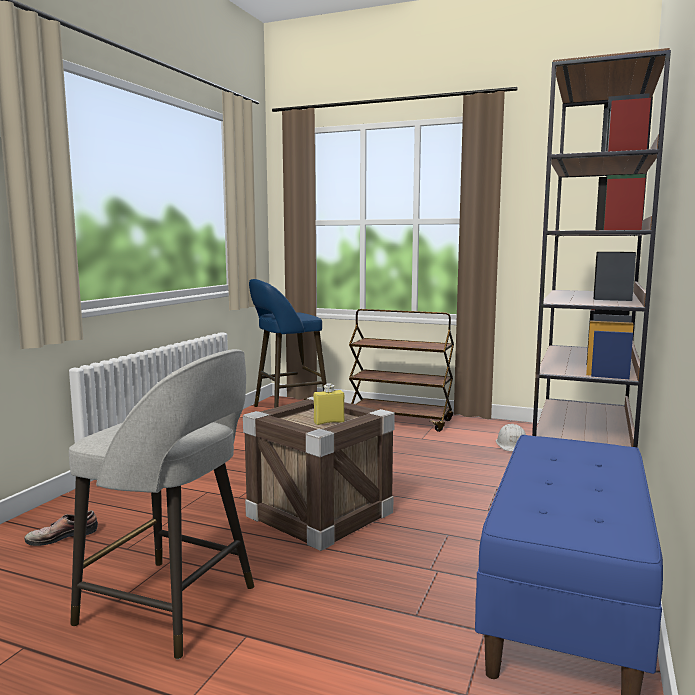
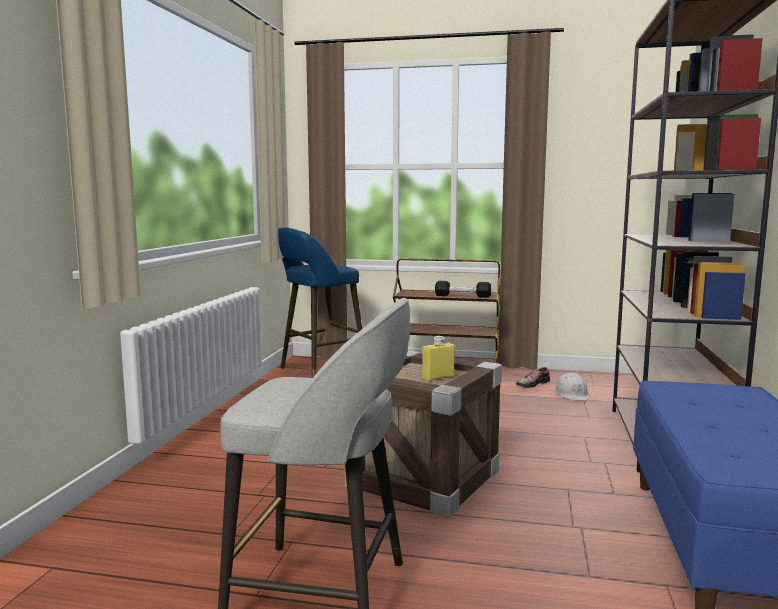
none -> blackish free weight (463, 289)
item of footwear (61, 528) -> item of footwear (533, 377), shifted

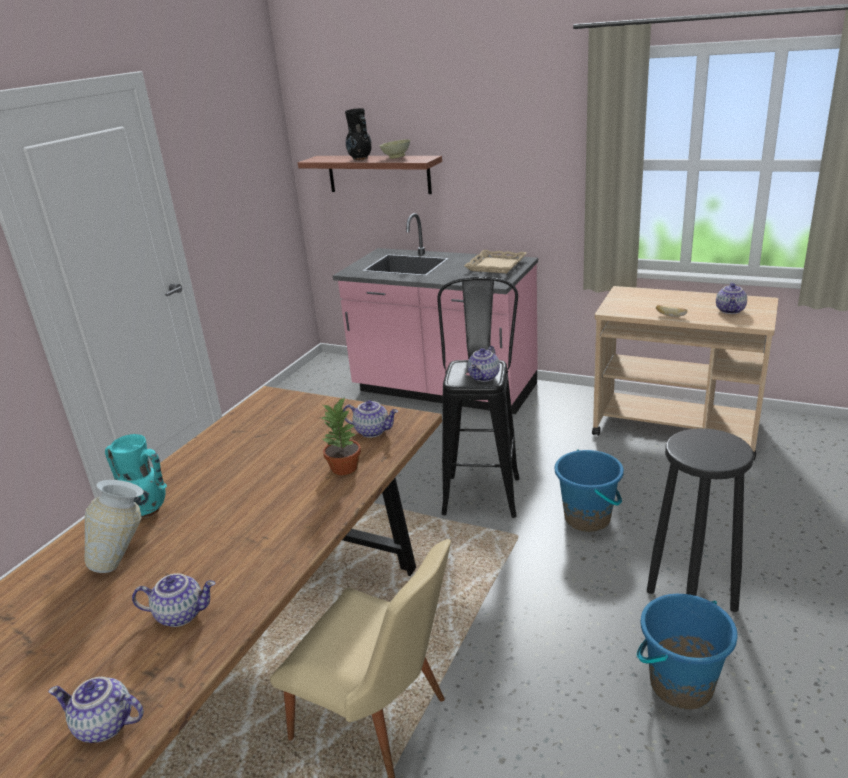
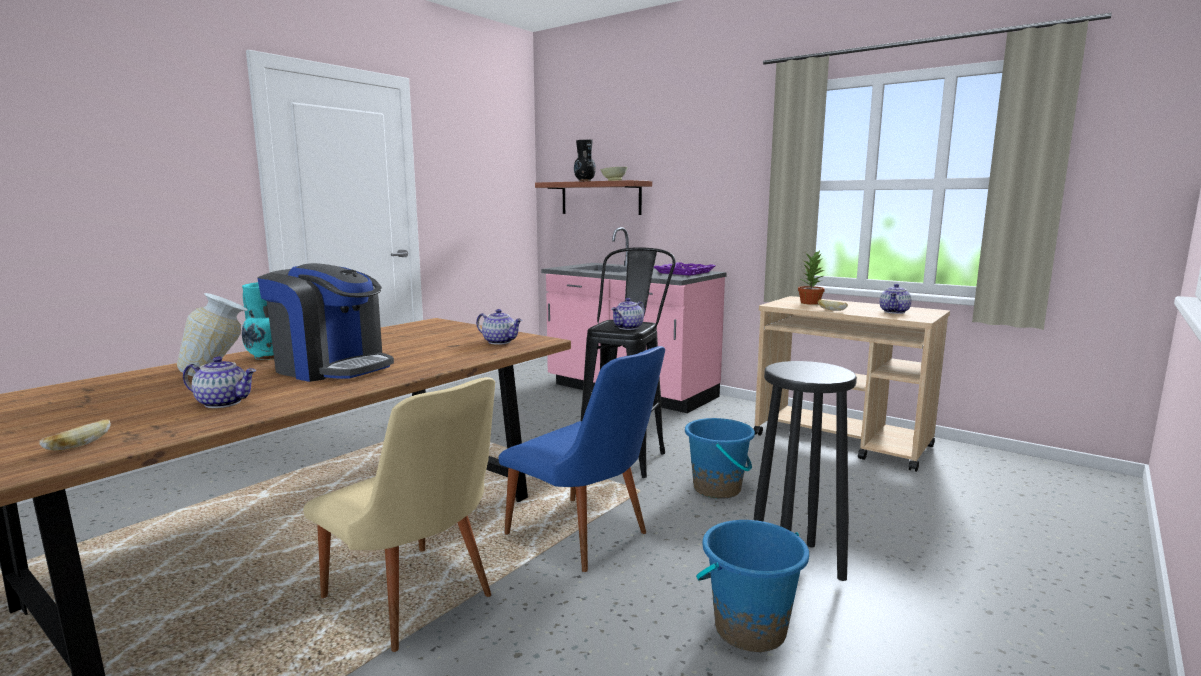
teapot (96, 710) -> bread (75, 434)
none -> coffee machine (325, 322)
none -> bluish plain chair (581, 459)
beige serving tray (495, 261) -> purplish serving tray (684, 268)
plant in a pot (341, 436) -> plant in a pot (811, 278), shifted

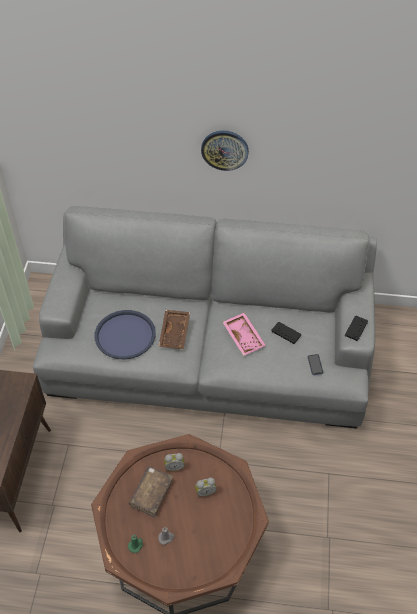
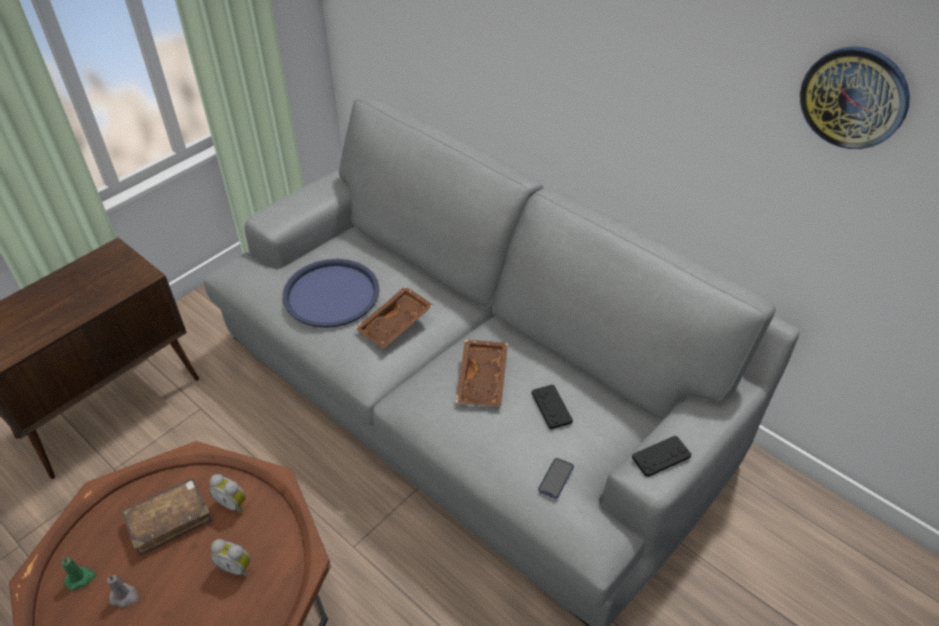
pink-coloured serving tray (244, 334) -> brownish serving tray (482, 373)
wall clock (225, 151) -> wall clock (855, 97), shifted

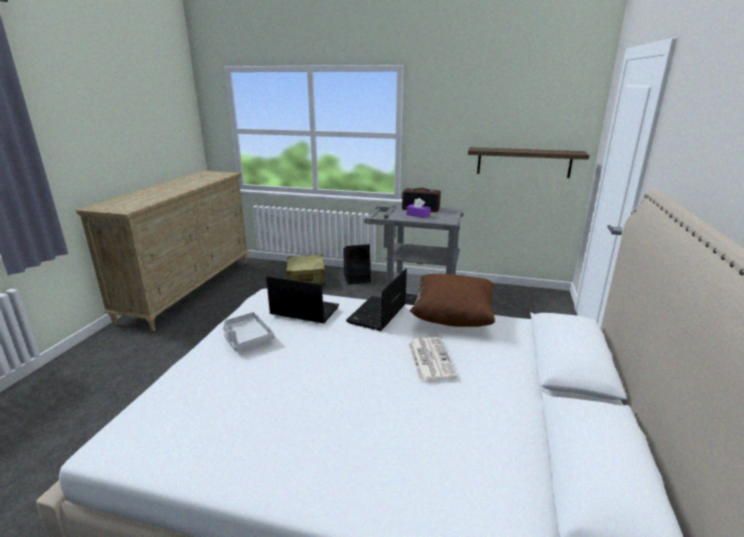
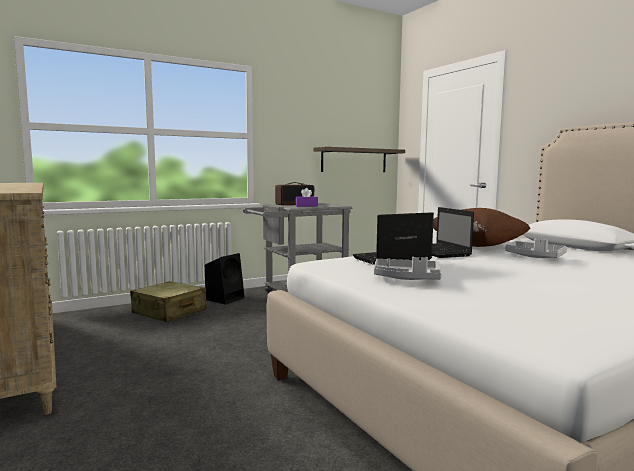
newspaper (432, 359) -> grey serving tray (536, 248)

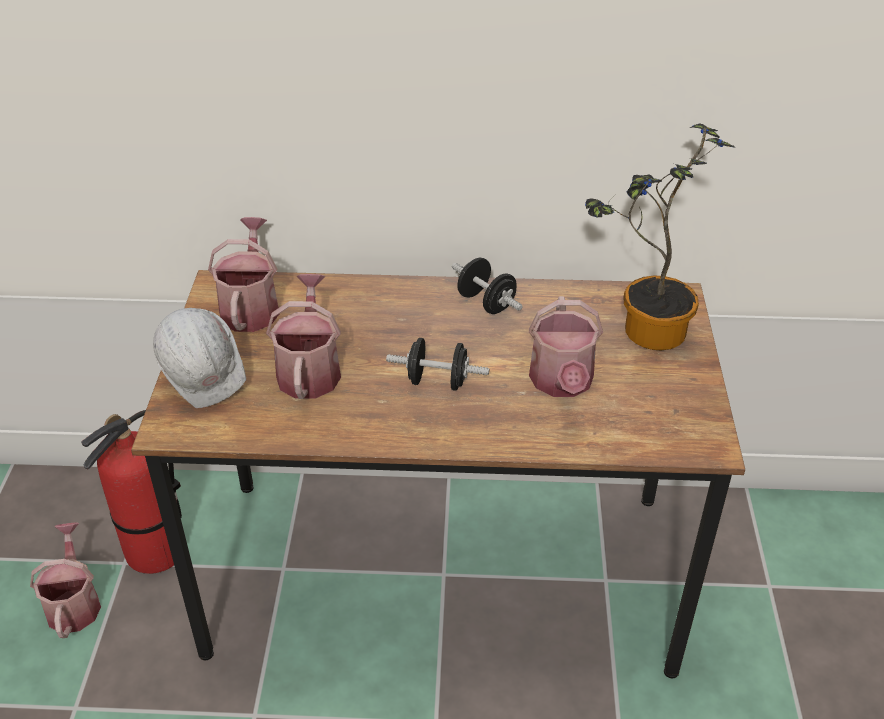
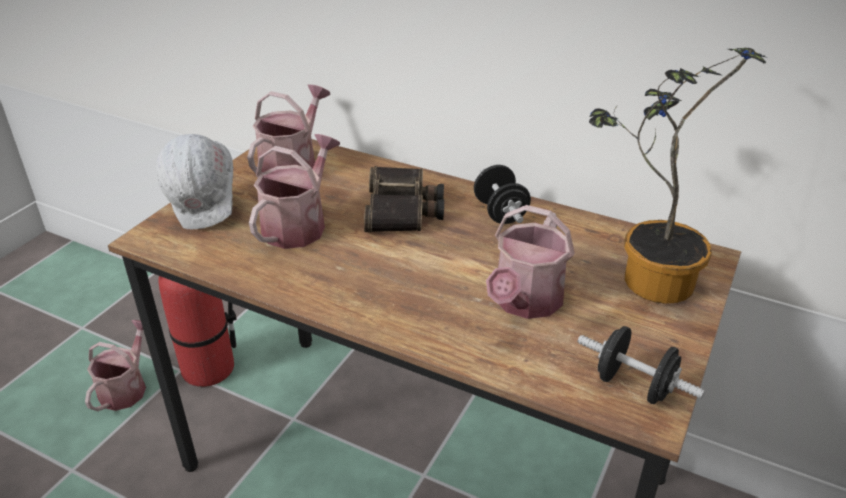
none -> field glasses (404, 199)
blackish free weight (437, 364) -> blackish free weight (641, 365), shifted

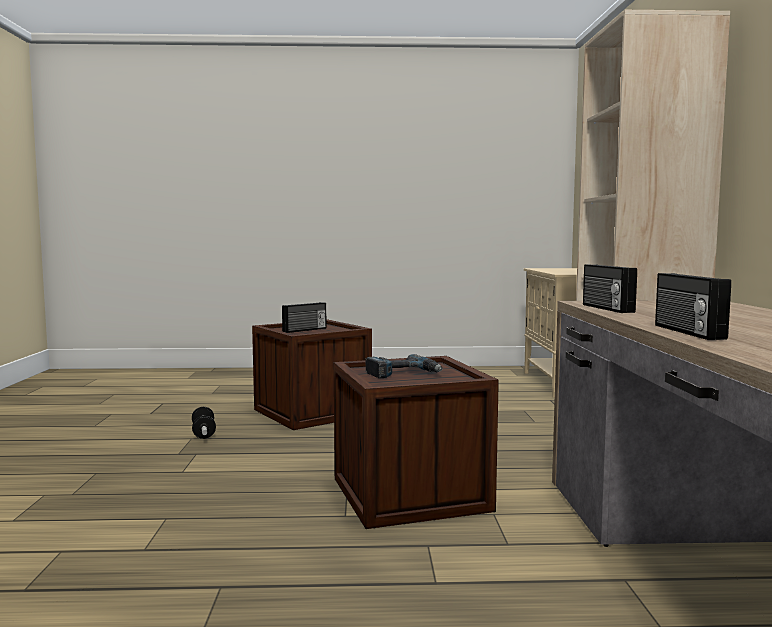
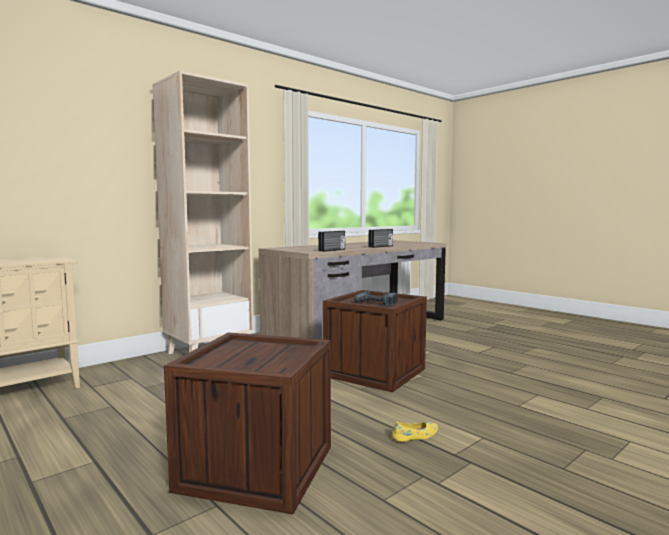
none -> yellow item of footwear (415, 431)
free weight (204, 423) -> none
radio set (304, 317) -> none

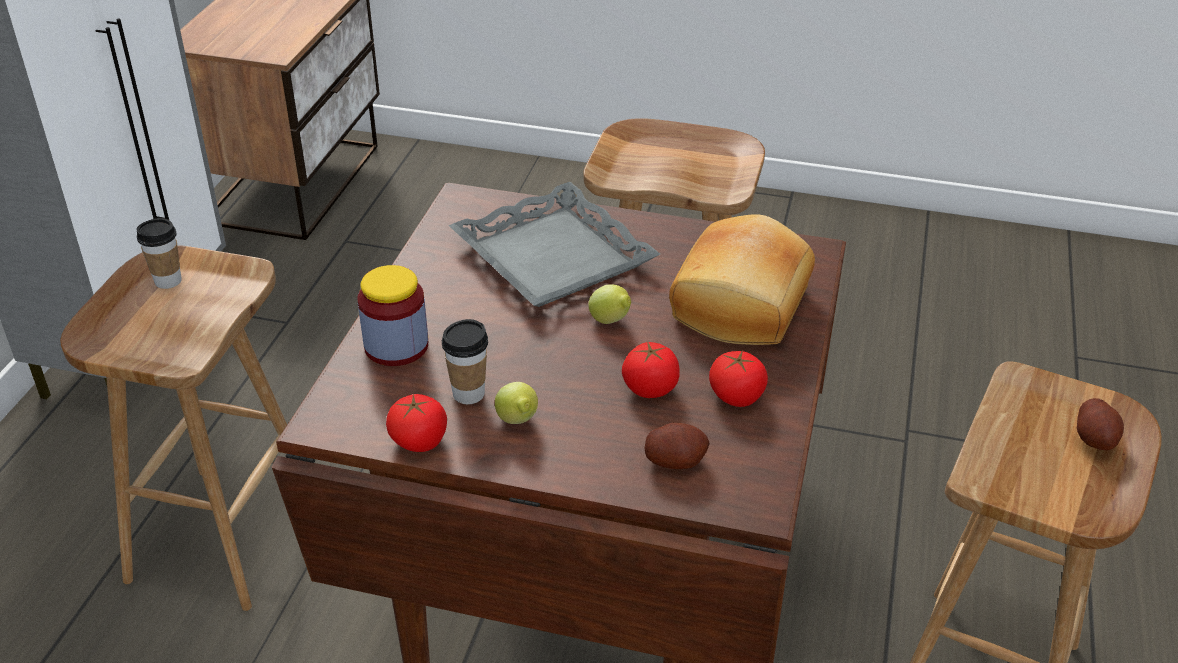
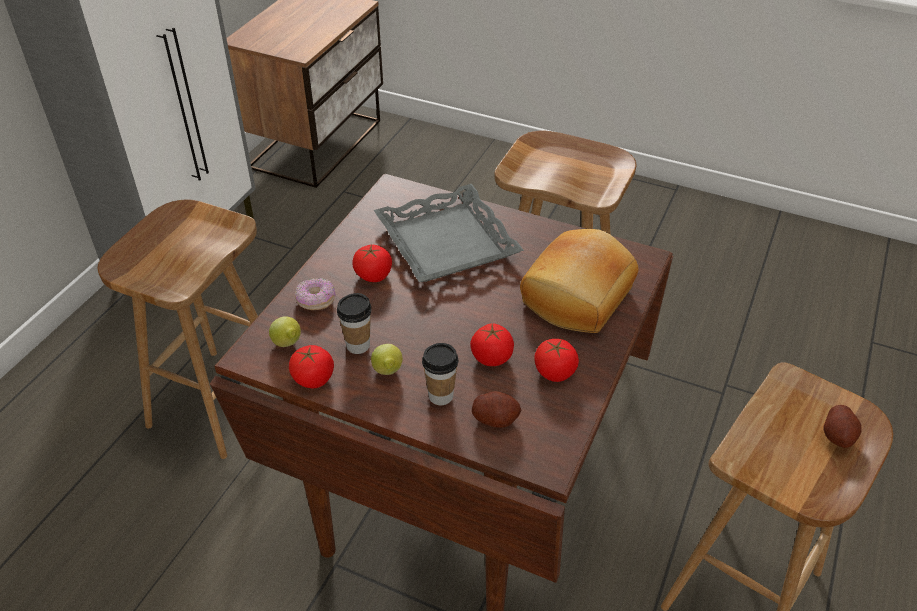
lemon (610, 304) -> lemon (285, 331), shifted
preserve jar (392, 315) -> doughnut (315, 294)
none -> tomato (372, 263)
small cup (159, 253) -> small cup (440, 374), shifted

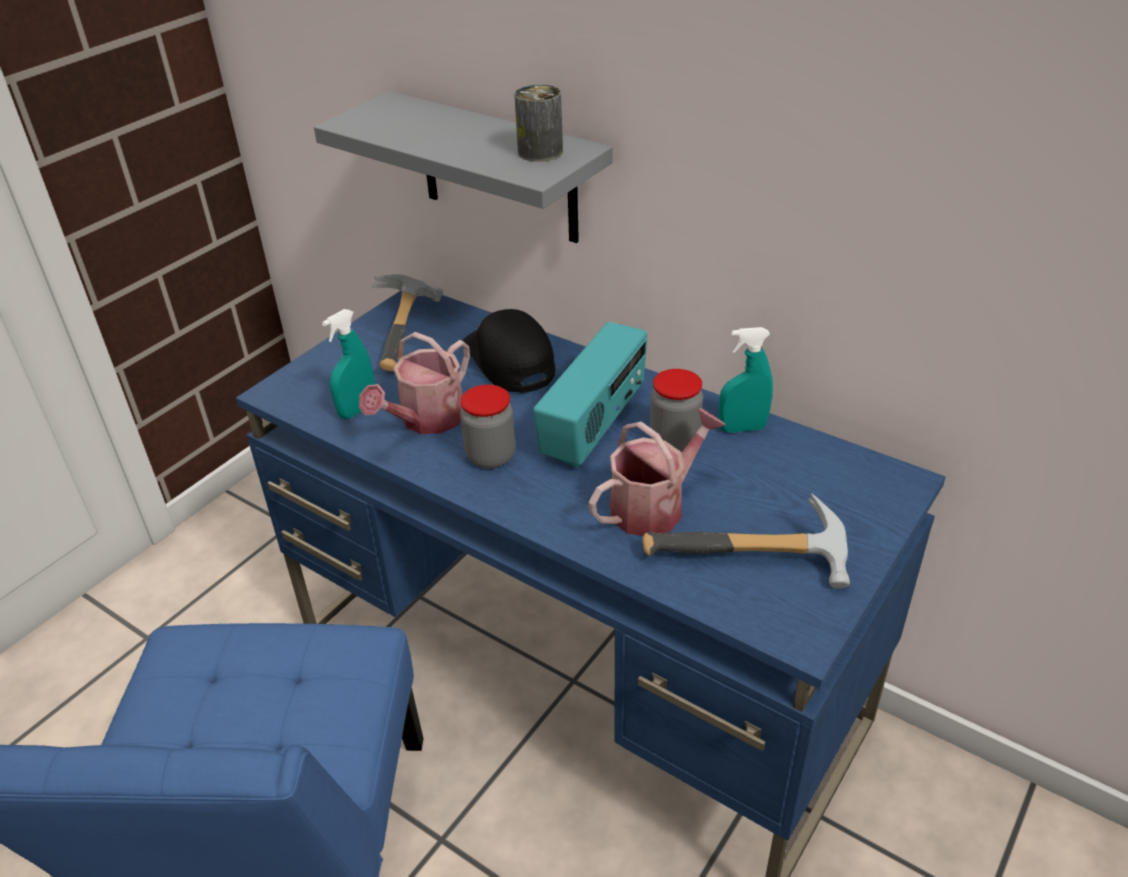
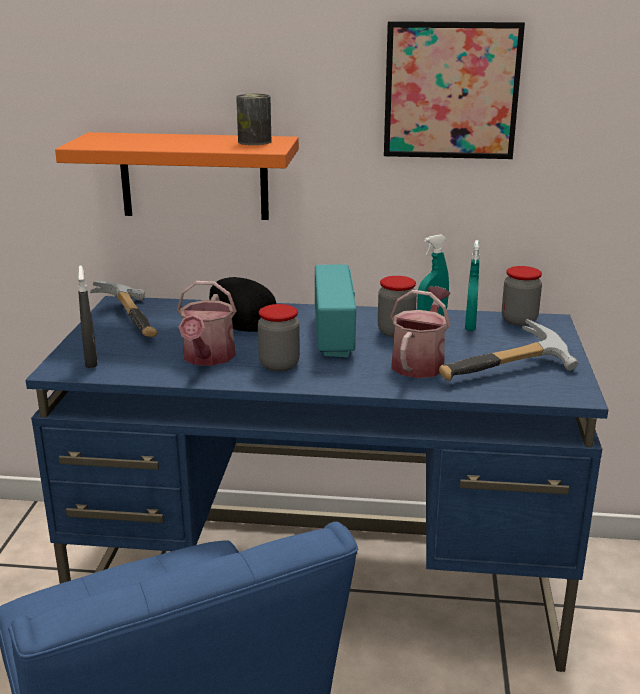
grey shelf (463, 167) -> orangey shelf (177, 176)
none -> grey sprayer (87, 317)
none -> wall art (454, 90)
blue-green sprayer (348, 364) -> blue-green sprayer (472, 285), shifted
none -> preserve jar (522, 296)

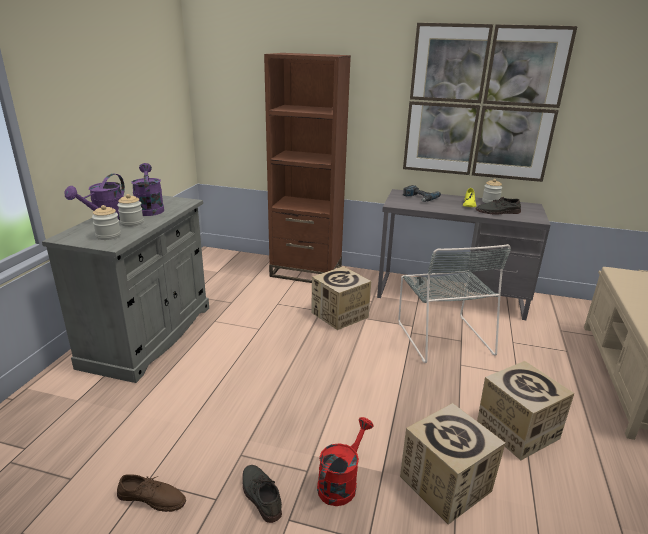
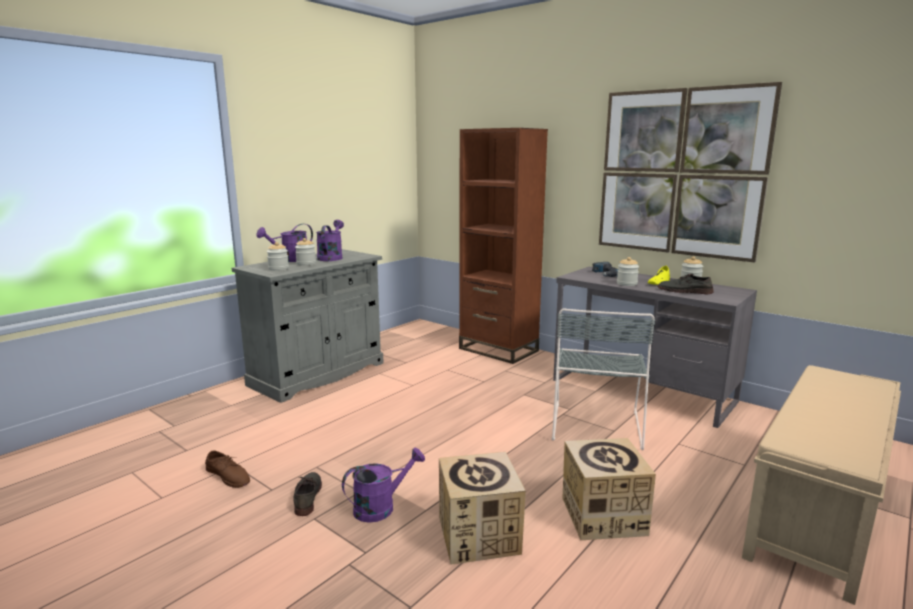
red watering can (345, 461) -> purplish watering can (383, 485)
none -> preserve jar (628, 271)
cardboard box (341, 298) -> none

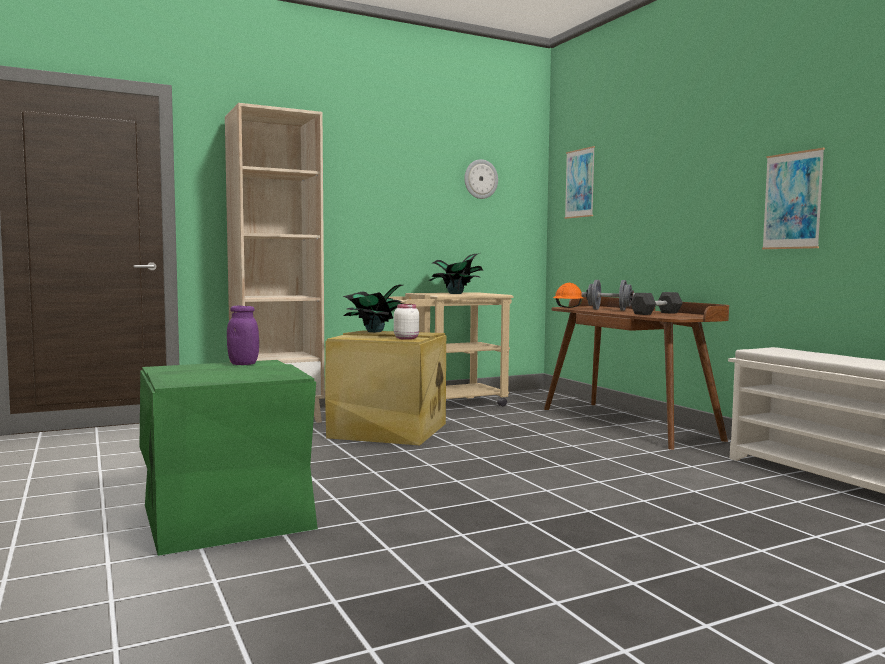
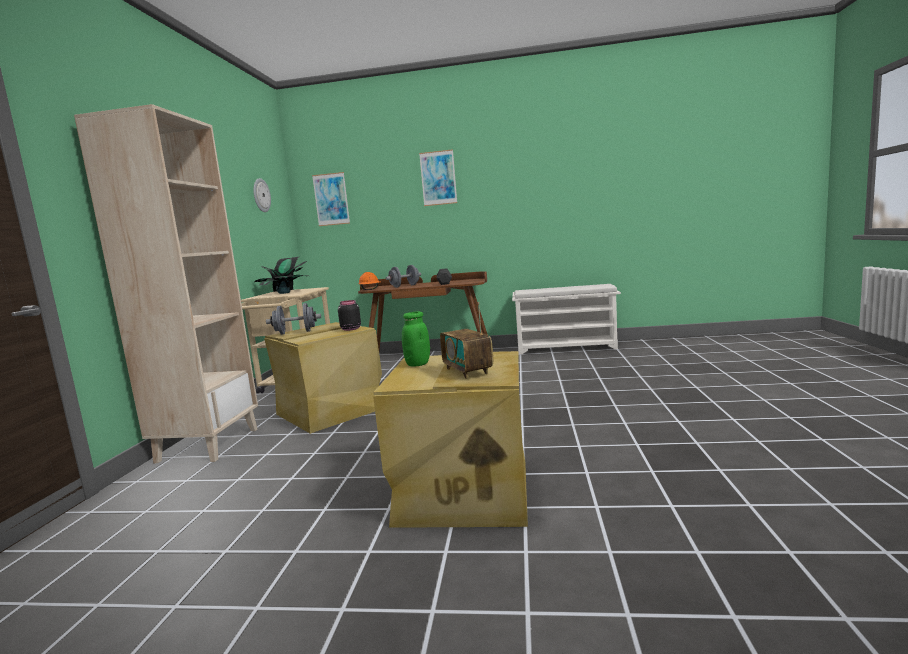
plant in a pot (373, 308) -> grey free weight (293, 319)
white-coloured preserve jar (406, 322) -> blackish preserve jar (349, 315)
green-coloured storage box (229, 458) -> beige storage box (450, 439)
purplish preserve jar (243, 335) -> green-coloured preserve jar (416, 339)
wall art (793, 198) -> wall art (438, 177), shifted
none -> radio set (466, 340)

